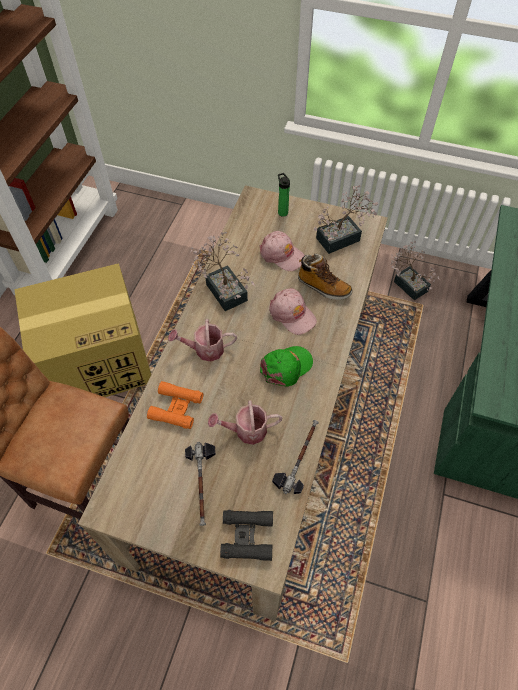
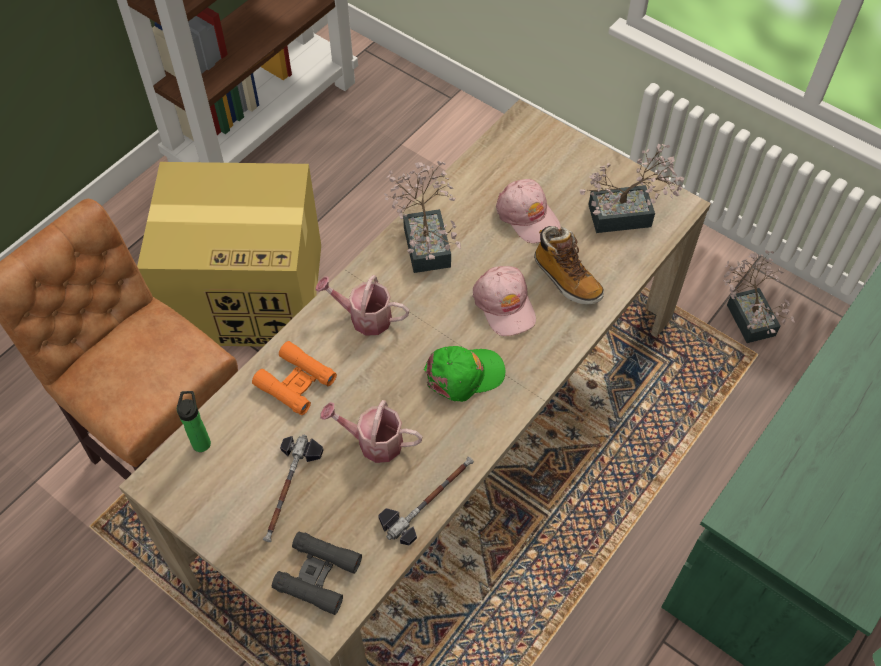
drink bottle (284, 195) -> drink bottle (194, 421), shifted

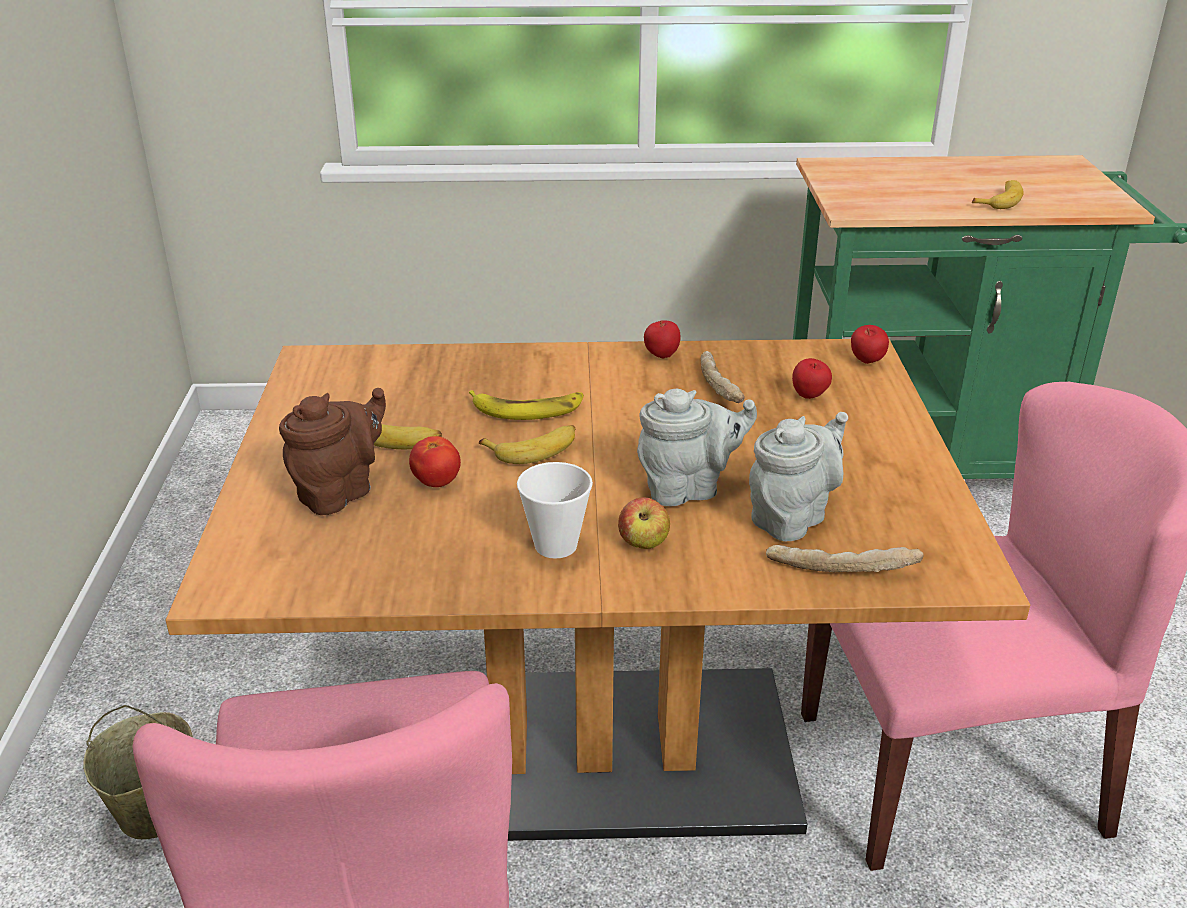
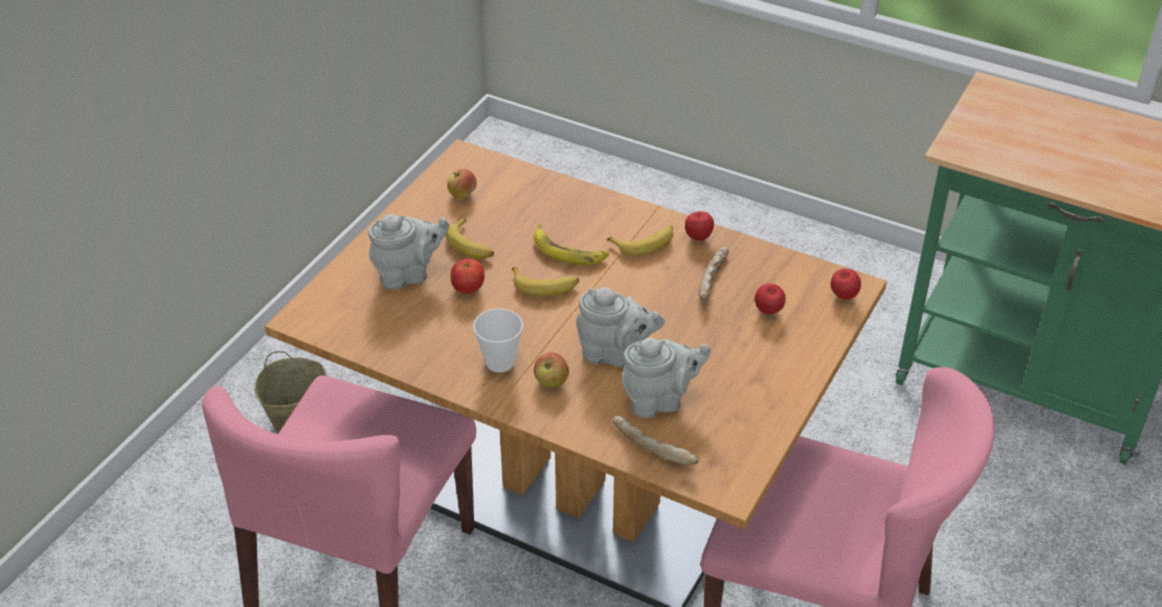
brownish teapot (332, 451) -> grey teapot (408, 252)
none -> whole apple (462, 184)
banana (998, 194) -> banana (640, 241), shifted

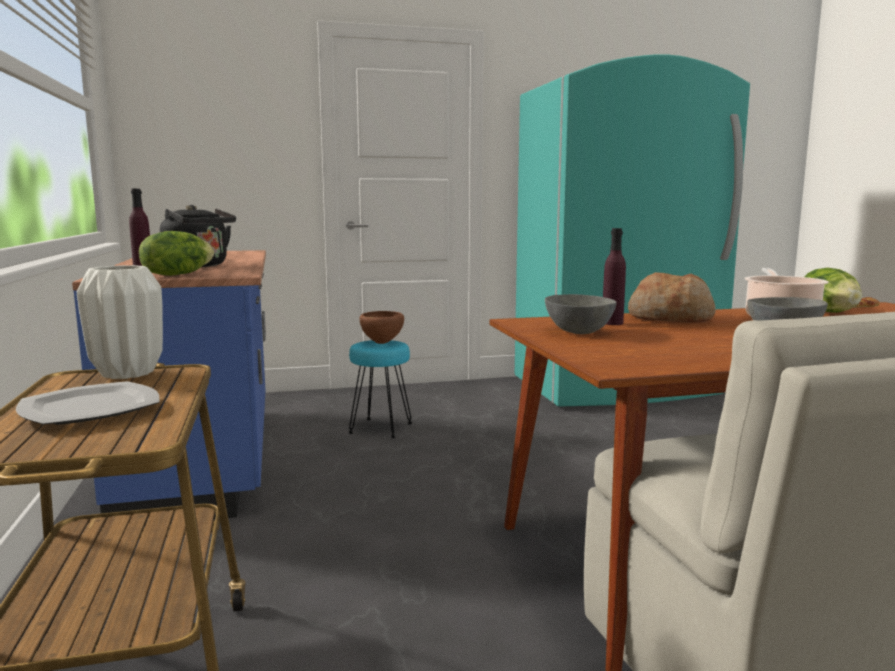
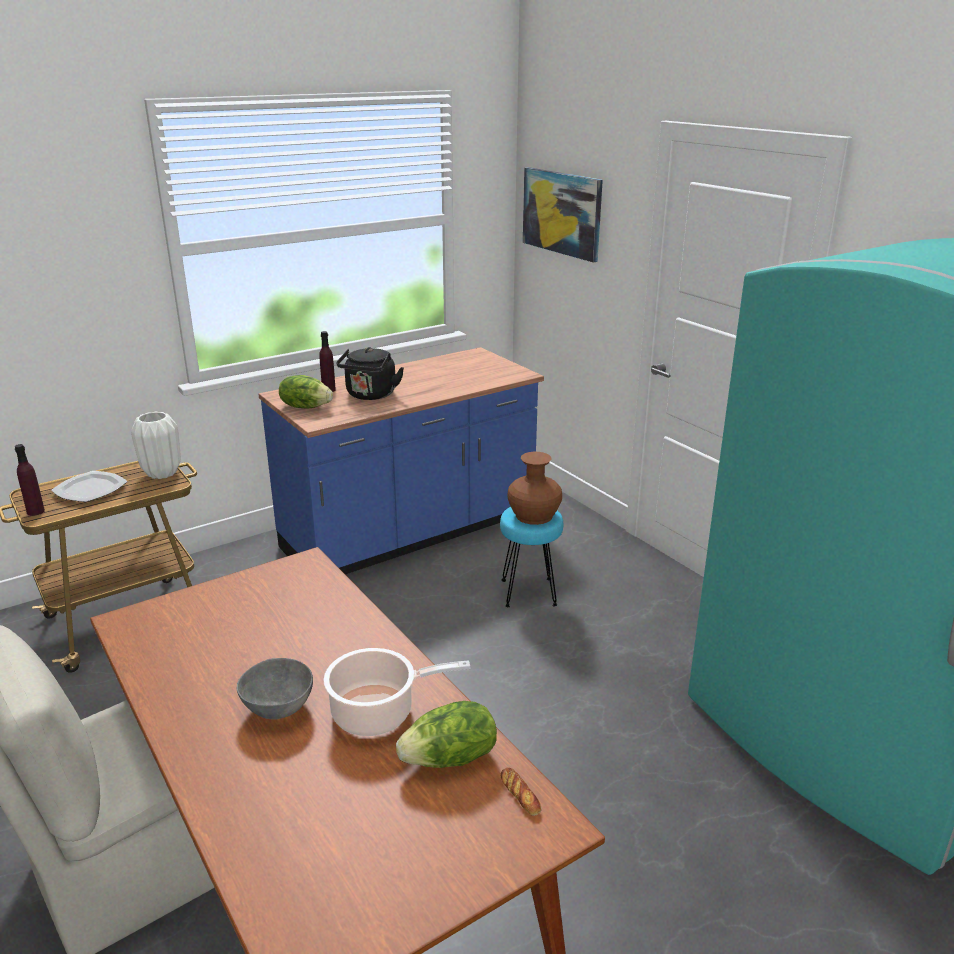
purplish drink bottle (614, 276) -> purplish drink bottle (30, 480), shifted
brownish deep dish (381, 327) -> brownish decorative vase (534, 488)
none -> wall art (563, 214)
grey deep dish (581, 314) -> none
bread (671, 297) -> none

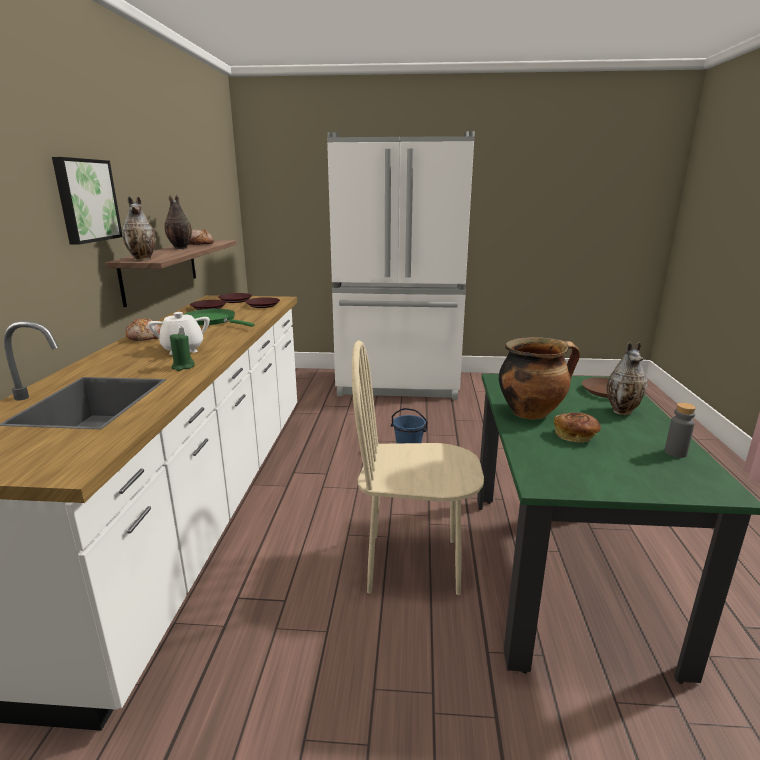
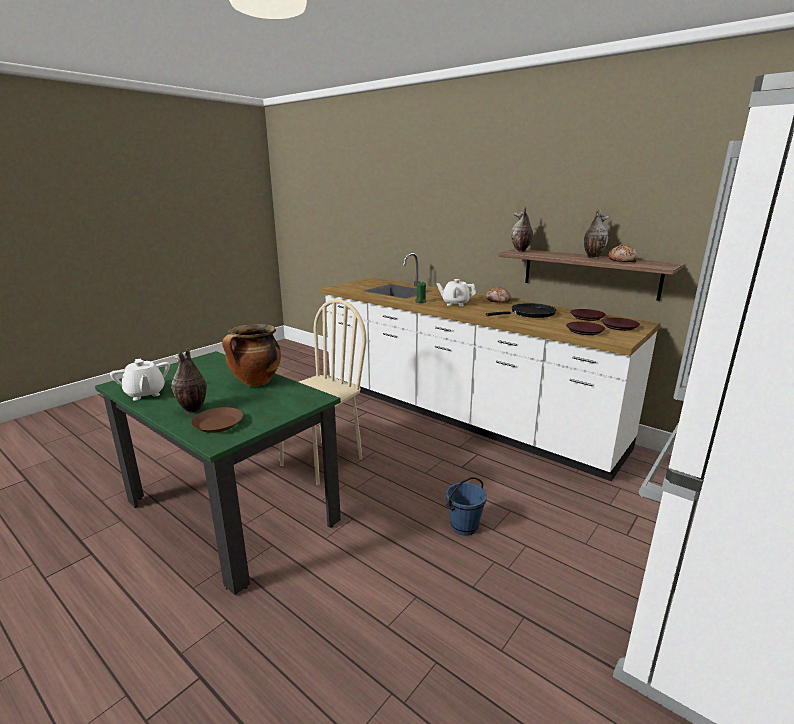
grey drink bottle (680, 430) -> white-coloured teapot (140, 379)
green-coloured pan (219, 318) -> blackish pan (521, 310)
wall art (87, 201) -> none
bread (577, 428) -> none

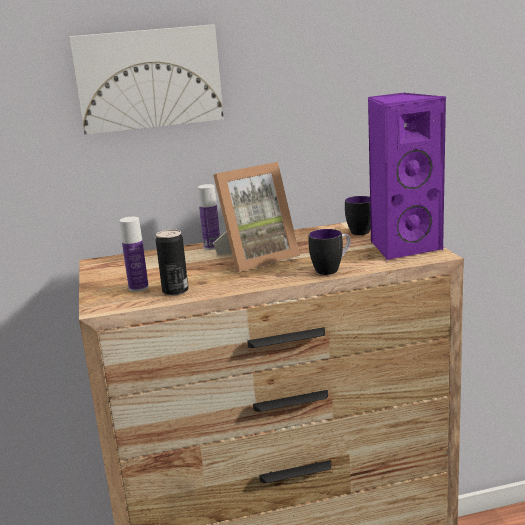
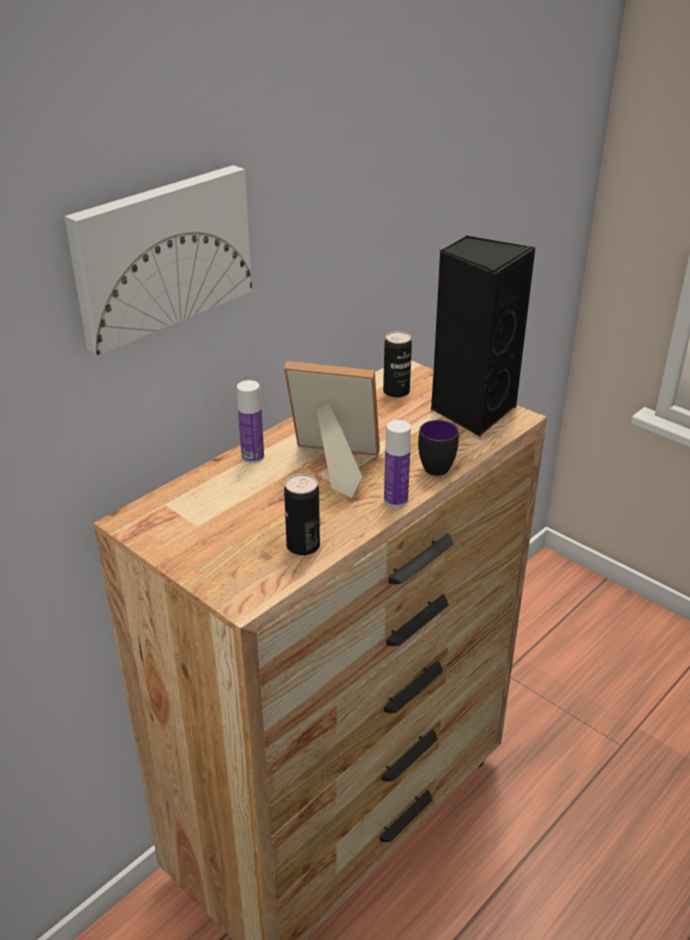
picture frame (256, 217) -> picture frame (332, 429), 105 degrees counterclockwise
mug (358, 215) -> metal can (397, 364)
drink bottle (134, 254) -> drink bottle (397, 463), shifted
purplish loudspeaker (407, 176) -> blackish loudspeaker (483, 335)

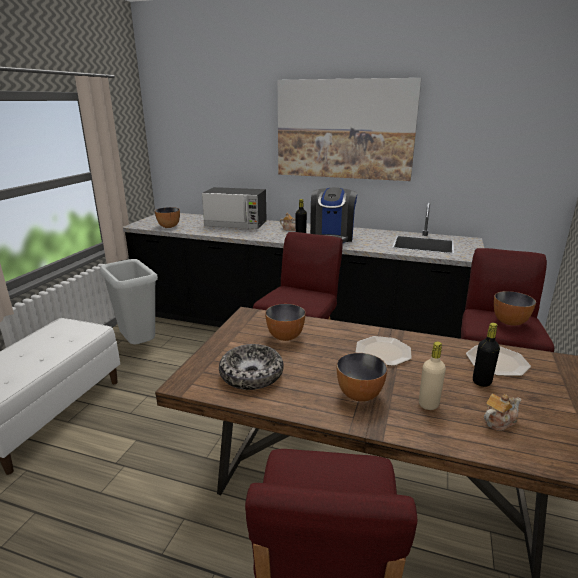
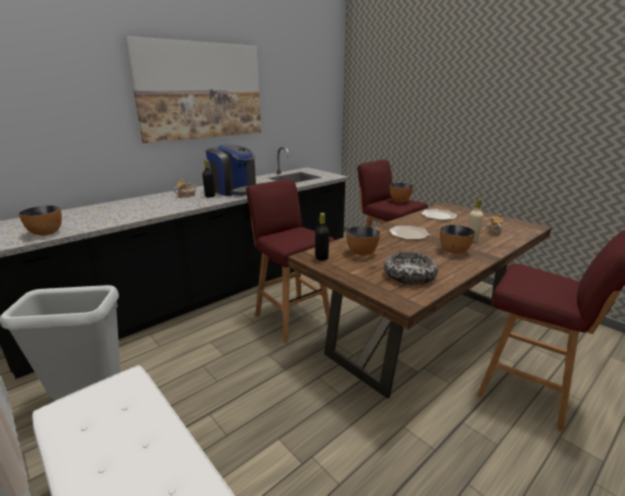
blackish drink bottle (486, 355) -> blackish drink bottle (322, 237), shifted
kitchen microwave (234, 208) -> none

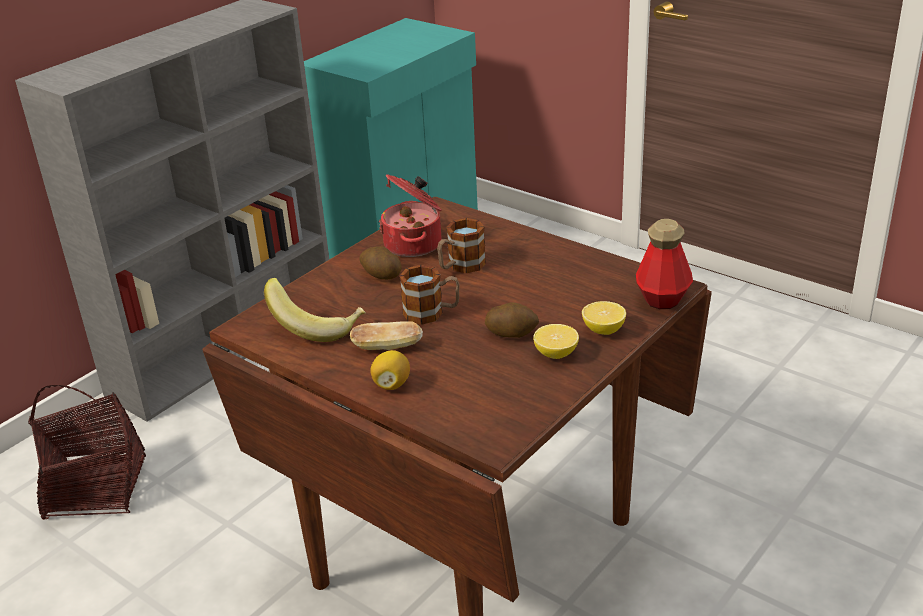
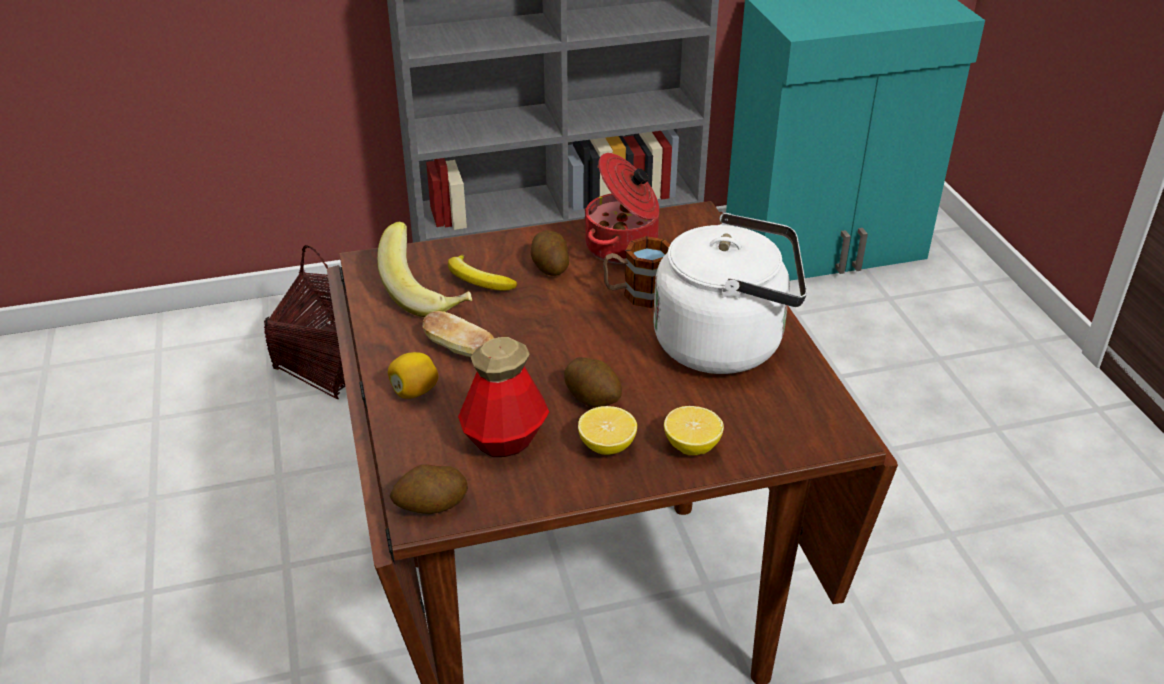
none -> spud (429, 489)
none -> banana (482, 273)
drink bottle (664, 264) -> drink bottle (503, 397), shifted
none -> white-coloured tea kettle (730, 293)
mug (429, 295) -> none

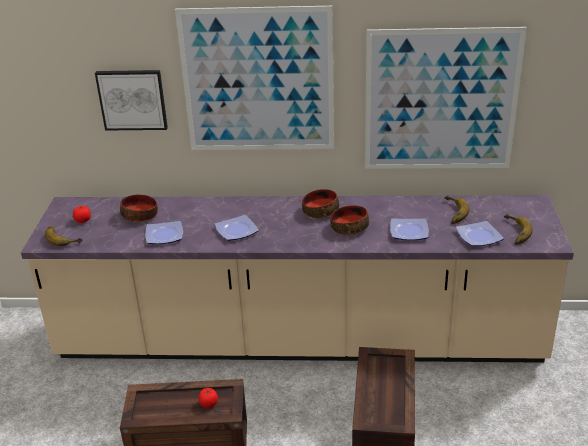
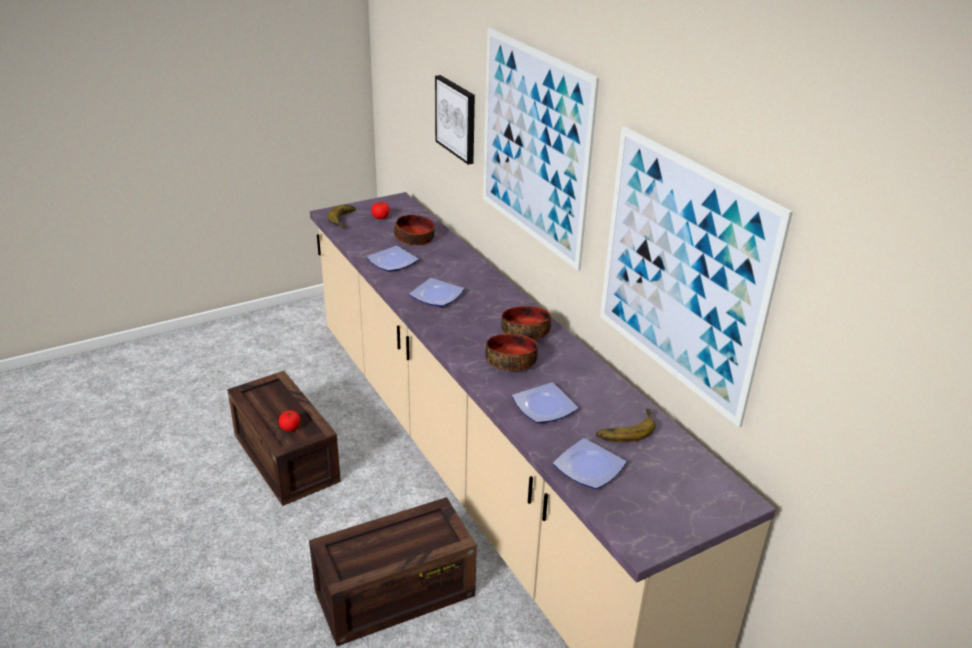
banana (518, 229) -> none

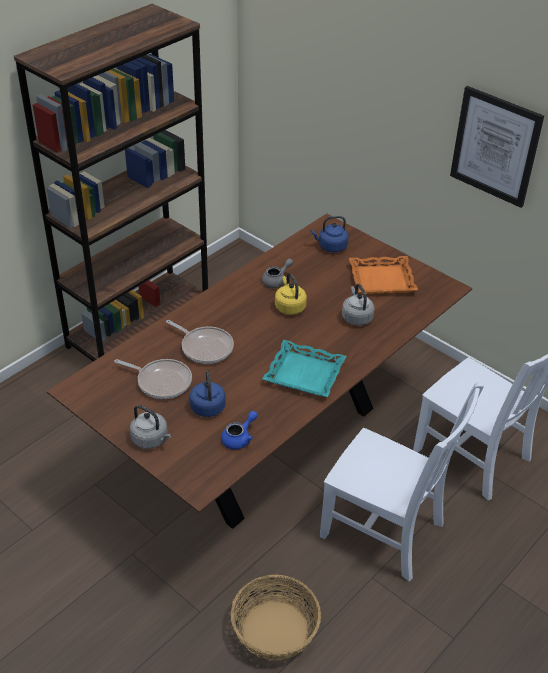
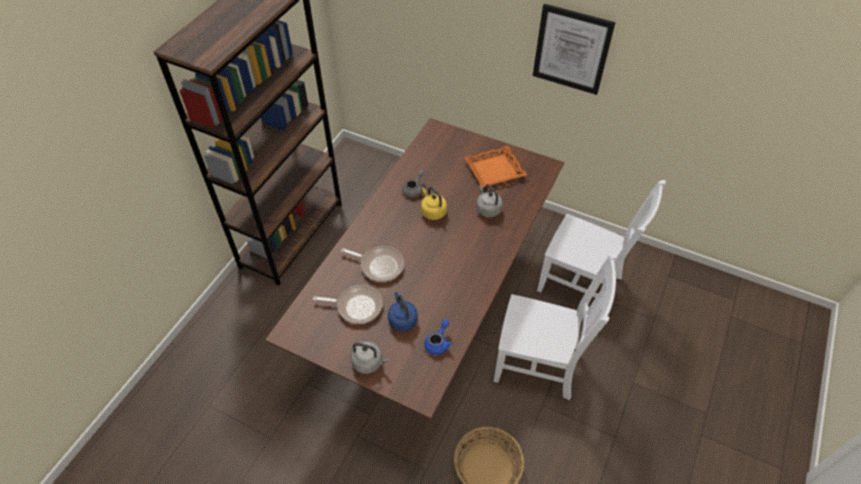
blue-green serving tray (304, 368) -> none
bluish tea kettle (330, 234) -> none

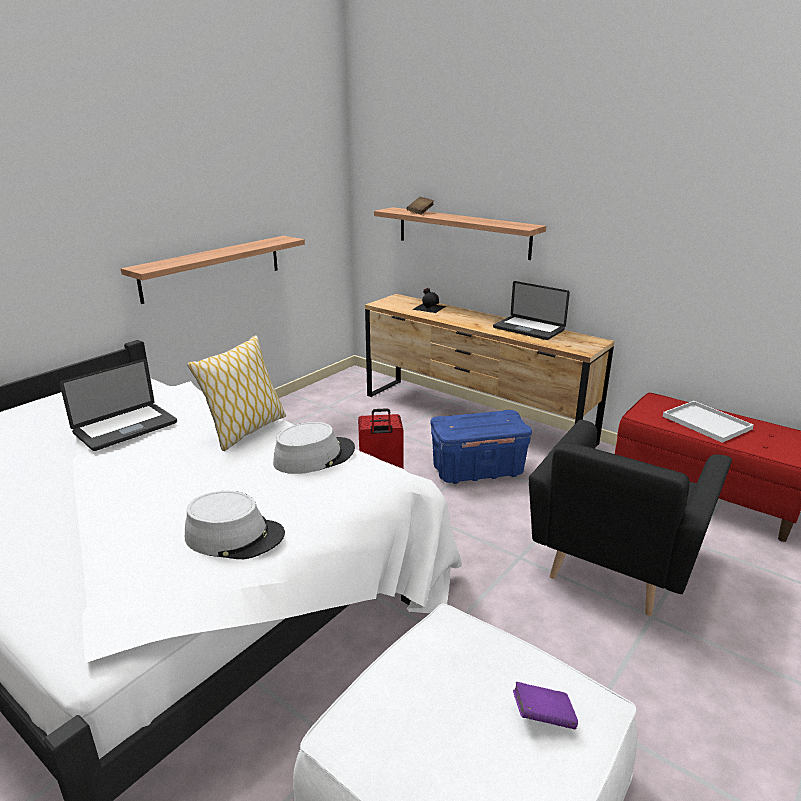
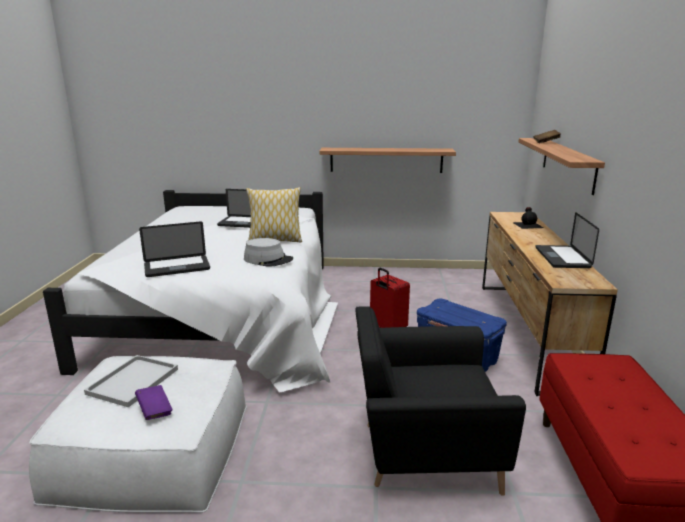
white-coloured serving tray (708, 422) -> white-coloured serving tray (131, 381), shifted
grey hat (235, 525) -> laptop (174, 249)

